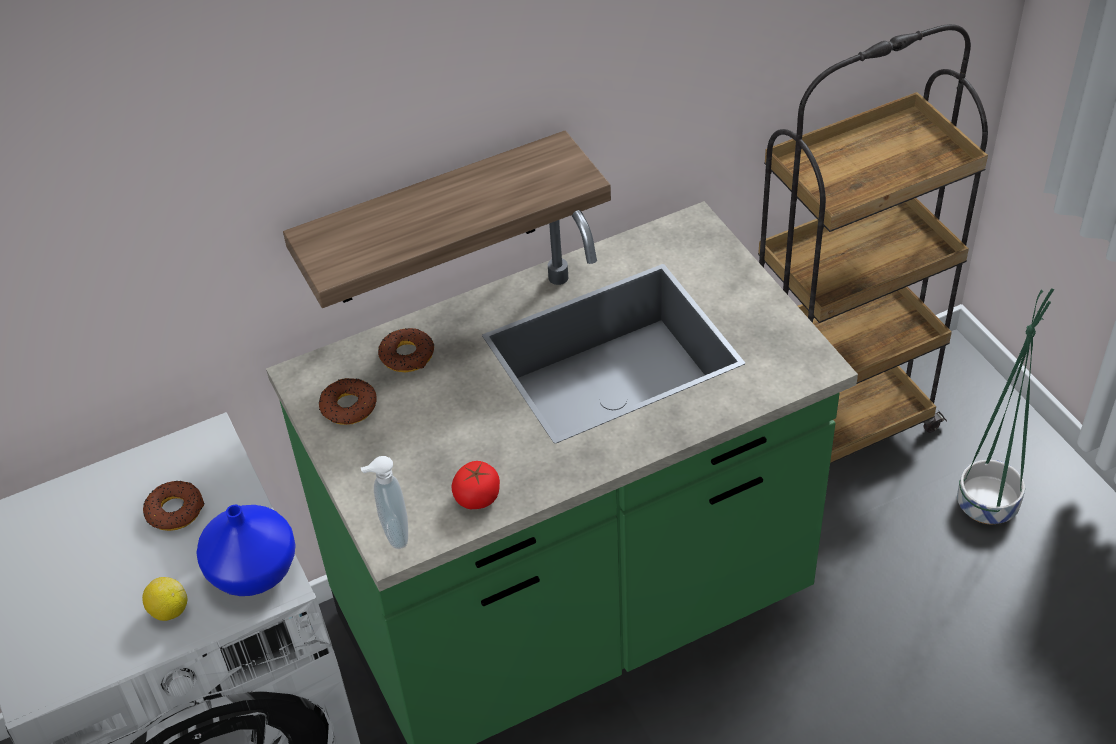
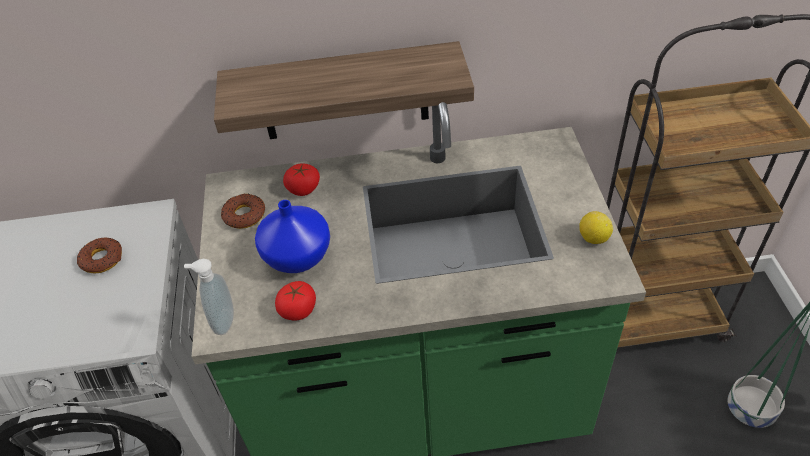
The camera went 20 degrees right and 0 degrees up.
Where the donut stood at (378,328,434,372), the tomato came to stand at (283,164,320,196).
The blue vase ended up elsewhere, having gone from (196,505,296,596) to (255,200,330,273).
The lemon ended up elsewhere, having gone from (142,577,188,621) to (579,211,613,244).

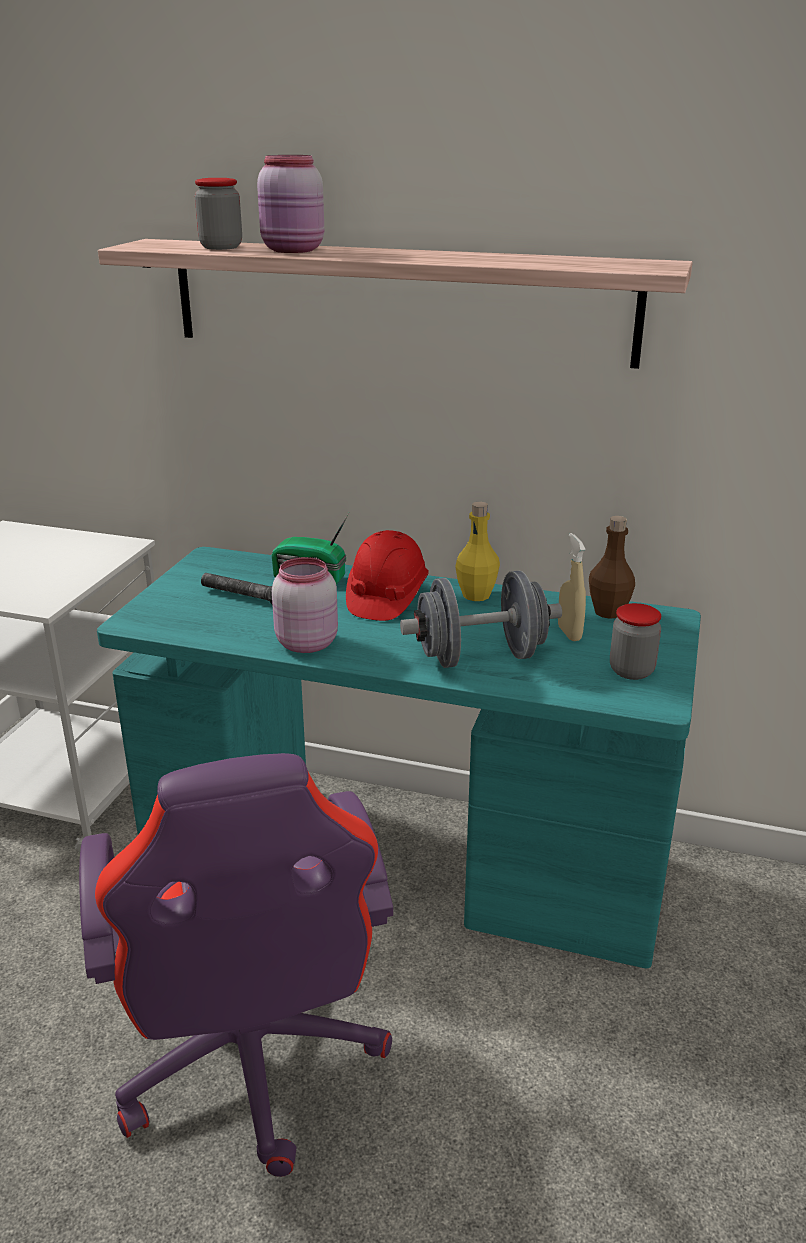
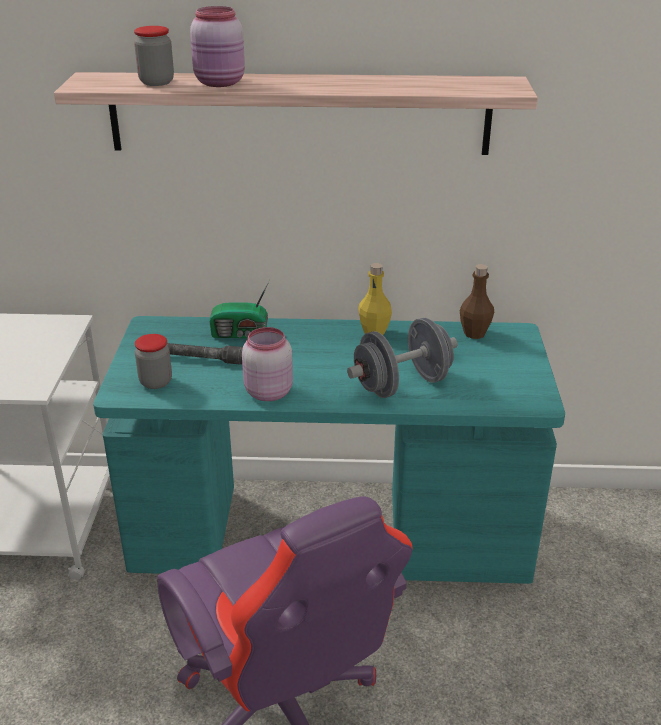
The camera went 15 degrees left and 5 degrees up.
The second view lost the red hard hat at (346,530,429,621).
The second view lost the beige spray bottle at (558,533,586,641).
The jar ended up elsewhere, having gone from (610,603,661,680) to (135,334,172,389).

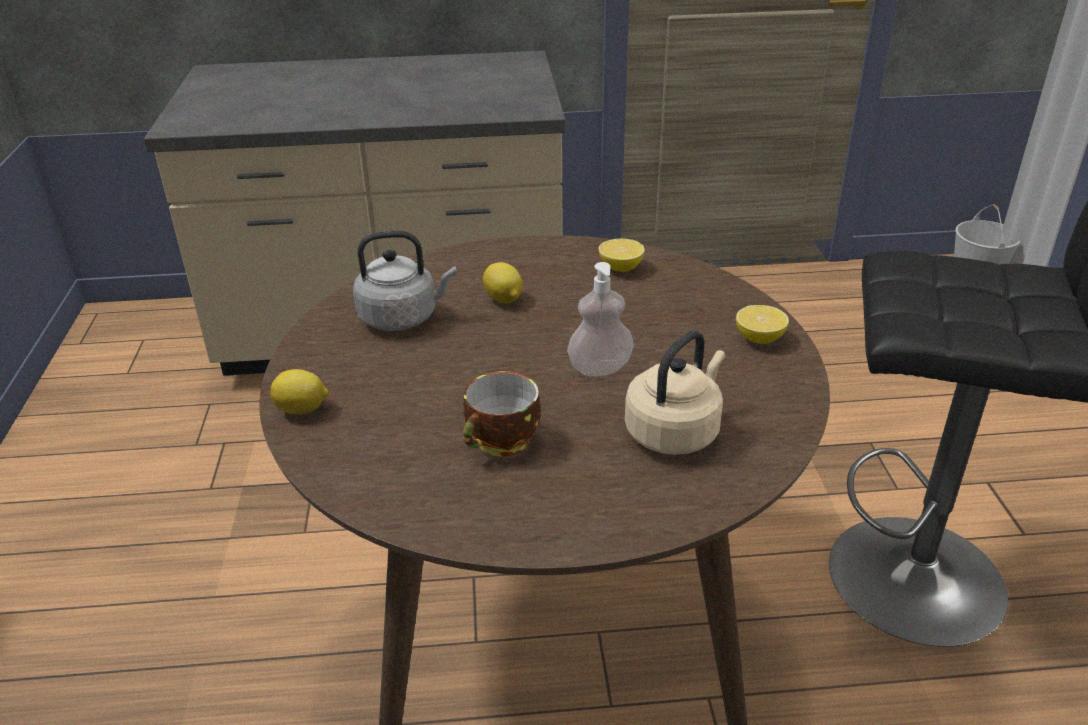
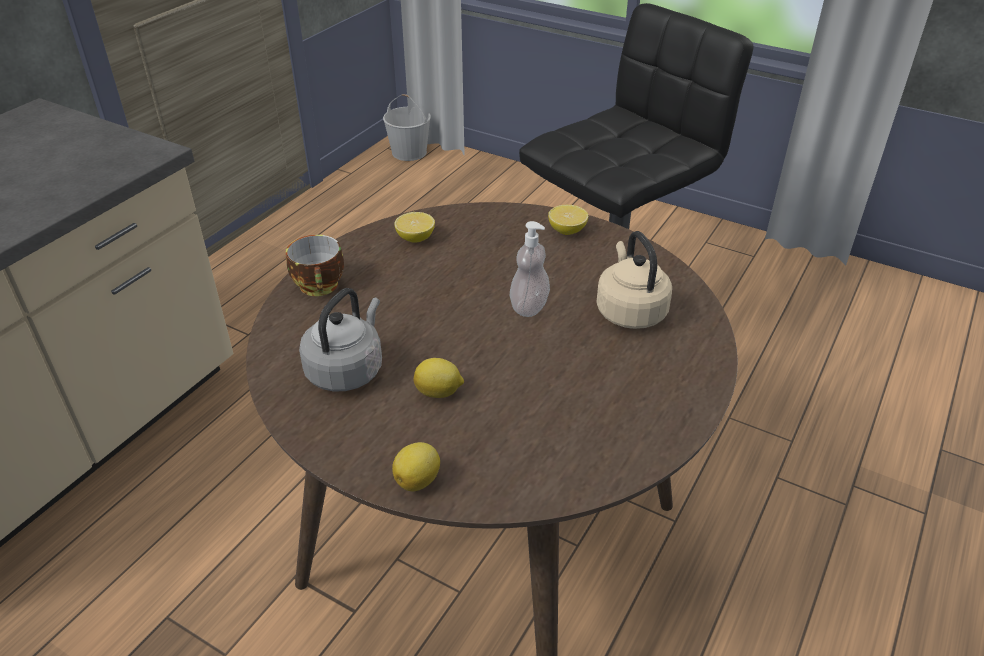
The camera went 55 degrees left and 5 degrees up.
The lemon ended up elsewhere, having gone from (482,262,523,303) to (413,358,464,398).
The cup ended up elsewhere, having gone from (463,371,541,457) to (286,235,344,296).

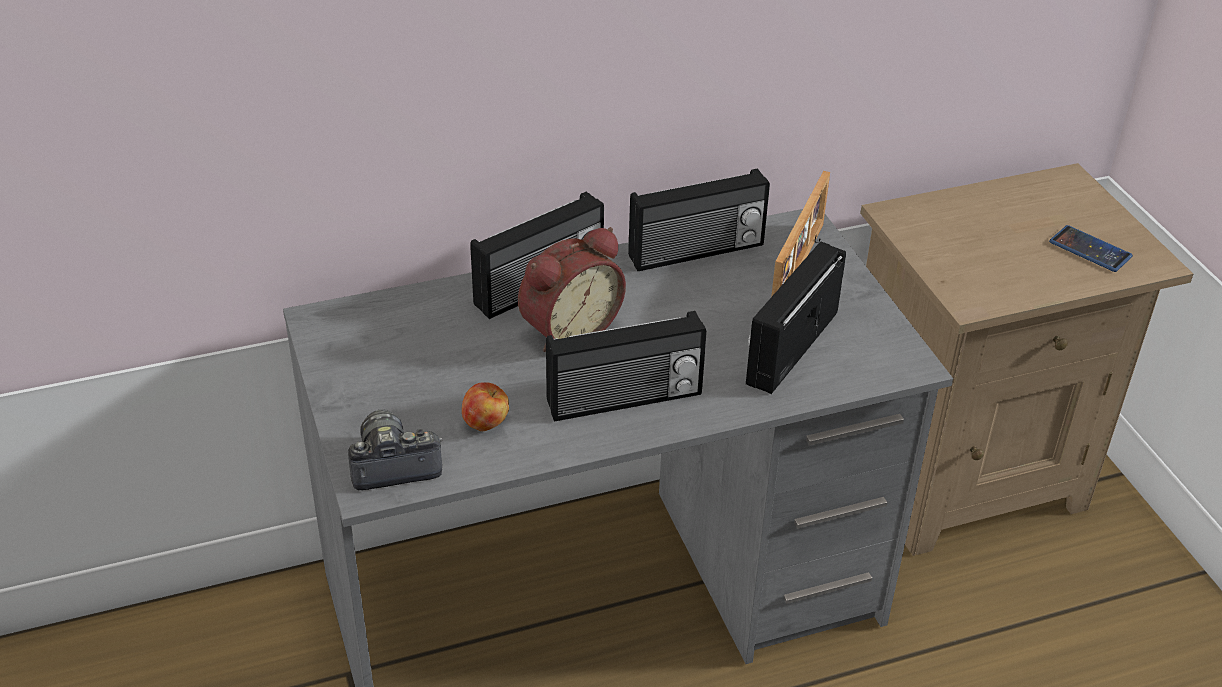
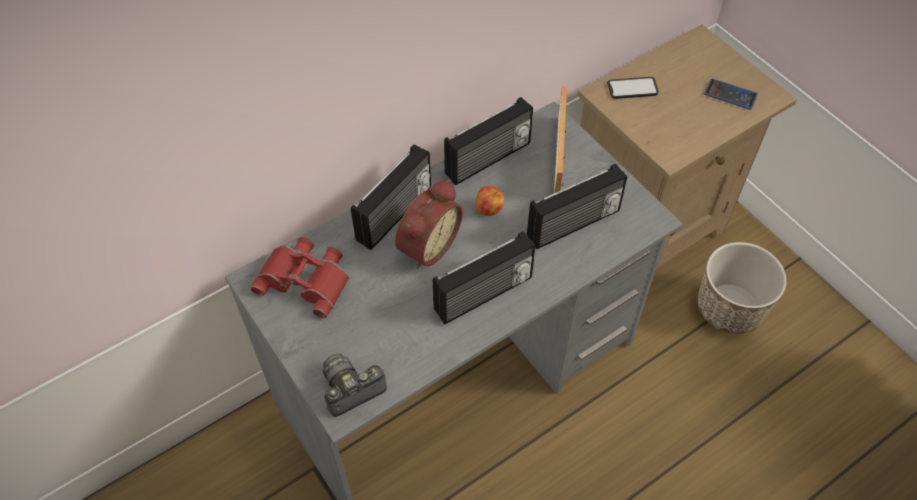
The camera went 15 degrees left and 15 degrees up.
The radio at (746,241,846,394) ended up facing another way, 135 degrees counterclockwise from before.
The apple ended up elsewhere, having gone from (462,382,509,431) to (476,185,504,216).
The second view gained the phone at (607,77,659,99).
The second view gained the red binoculars at (250,237,350,318).
The second view gained the planter at (698,242,787,334).

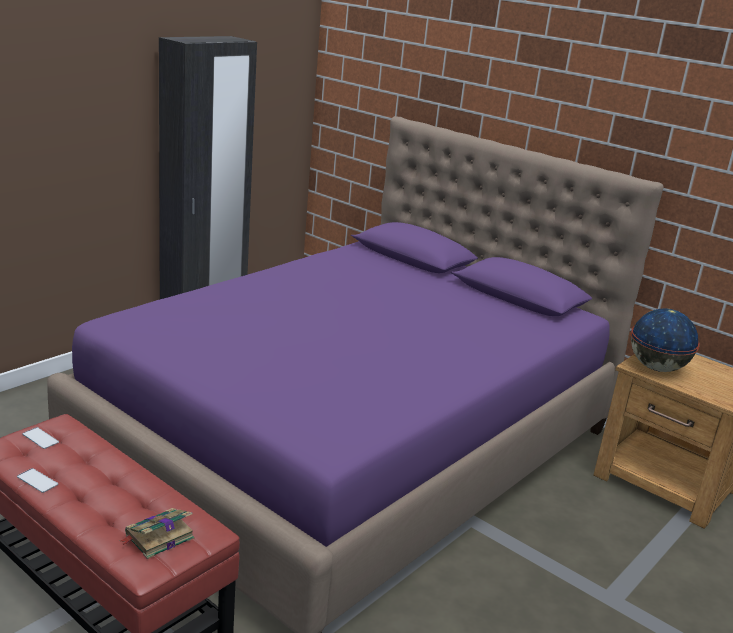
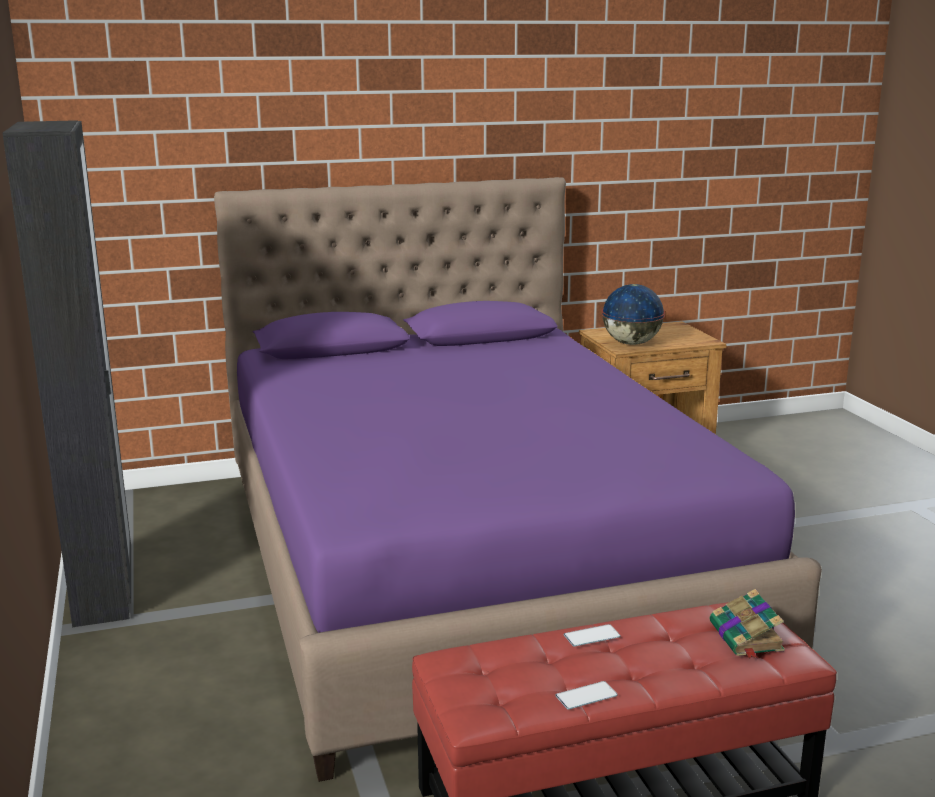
The camera went 55 degrees left and 5 degrees down.
The phone ended up elsewhere, having gone from (22,427,59,449) to (564,624,621,647).

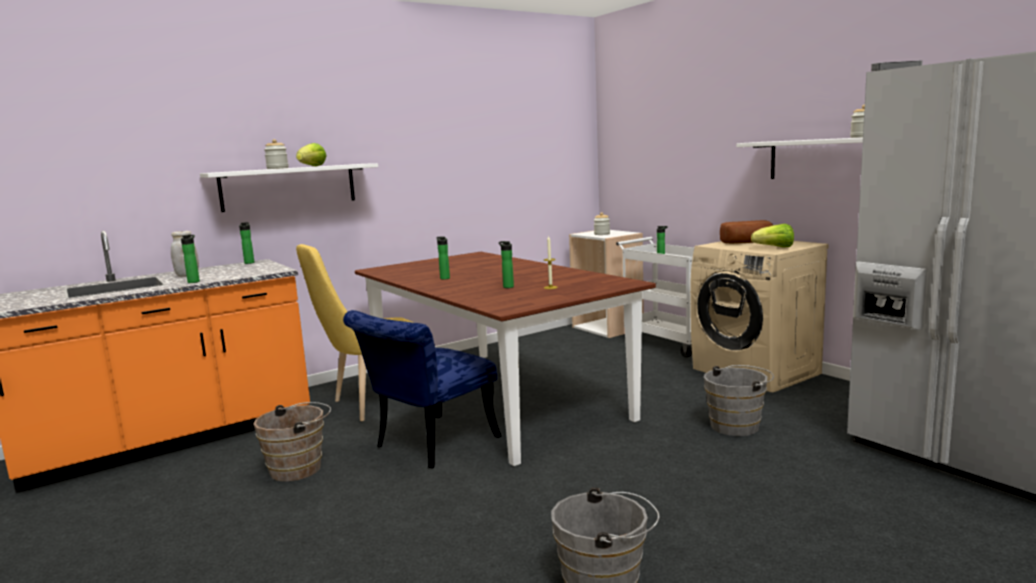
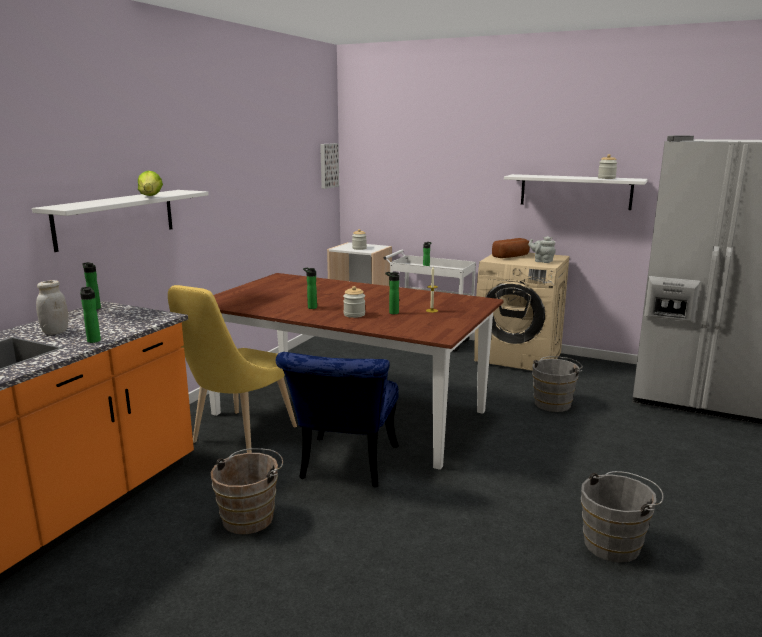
The camera went 30 degrees left and 5 degrees up.
The jar ended up elsewhere, having gone from (264,139,289,169) to (343,286,365,318).
Where the lettuce stood at (751,224,794,248), the grey teapot came to stand at (528,236,556,263).
The second view gained the picture at (320,143,339,189).

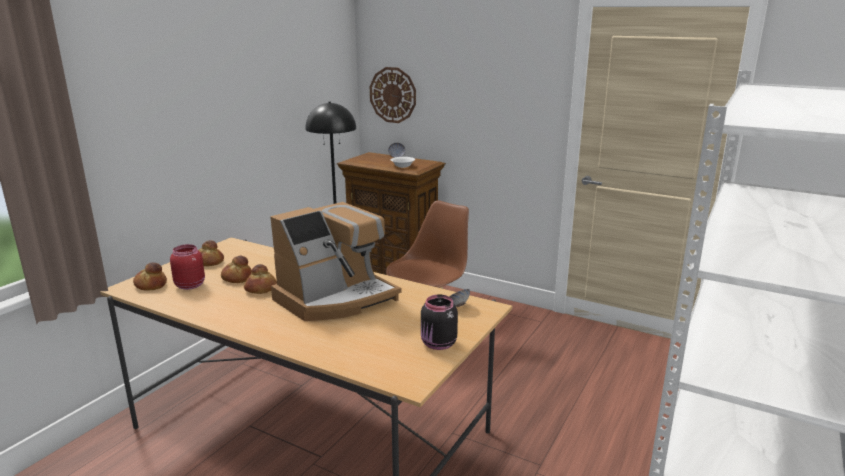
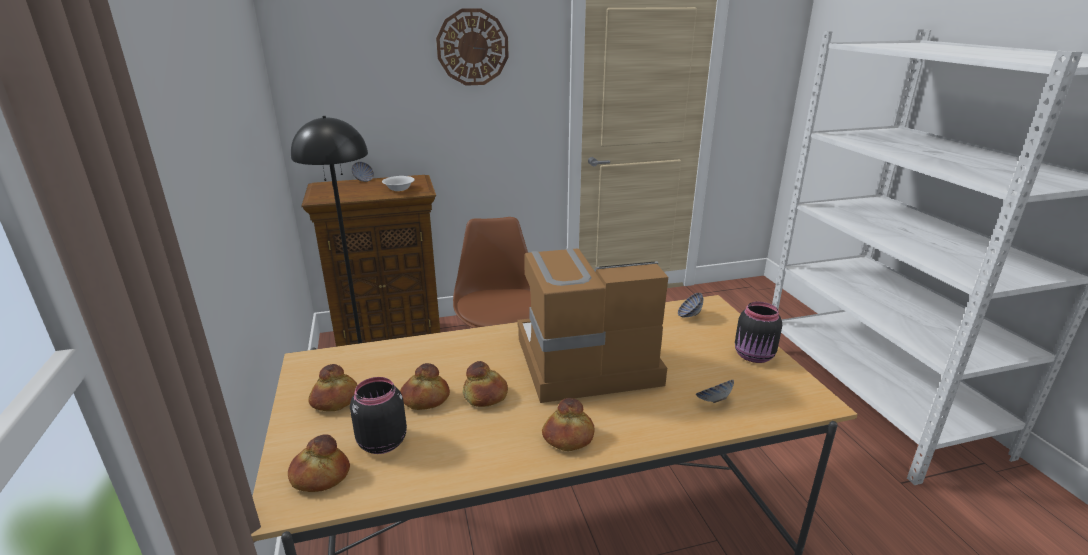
The camera went 45 degrees left and 5 degrees up.
The wall clock ended up elsewhere, having gone from (370,67,416,123) to (436,8,509,86).
The coffee machine at (270,202,401,321) ended up facing another way, 105 degrees counterclockwise from before.
What was the red jar at (170,244,205,290) turned into the black jar at (350,377,407,454).
The second view gained the bowl at (696,380,734,403).
The second view gained the bread at (542,398,595,451).

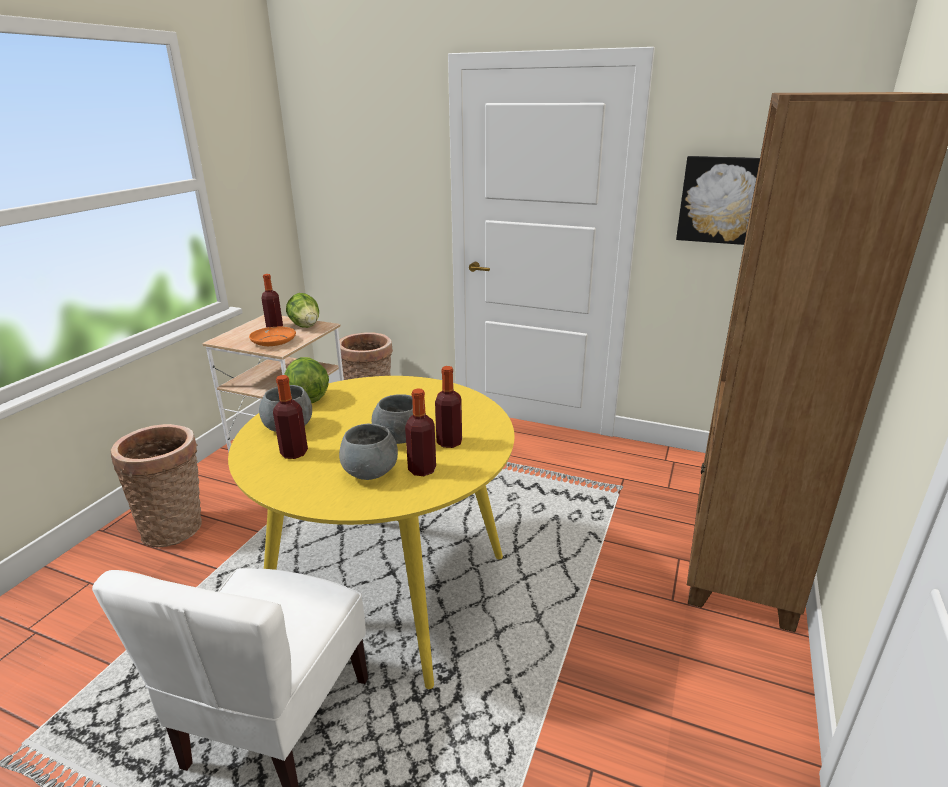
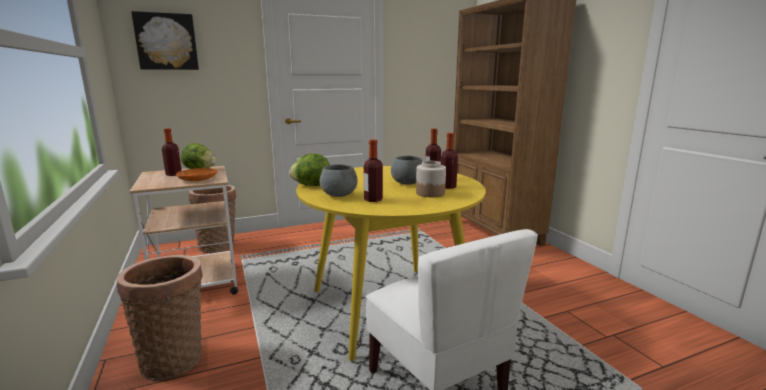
The camera went 45 degrees left and 10 degrees down.
The picture ended up elsewhere, having gone from (676,156,760,245) to (131,11,199,70).
Where the grey bowl stood at (339,424,398,480), the jar came to stand at (416,161,446,197).

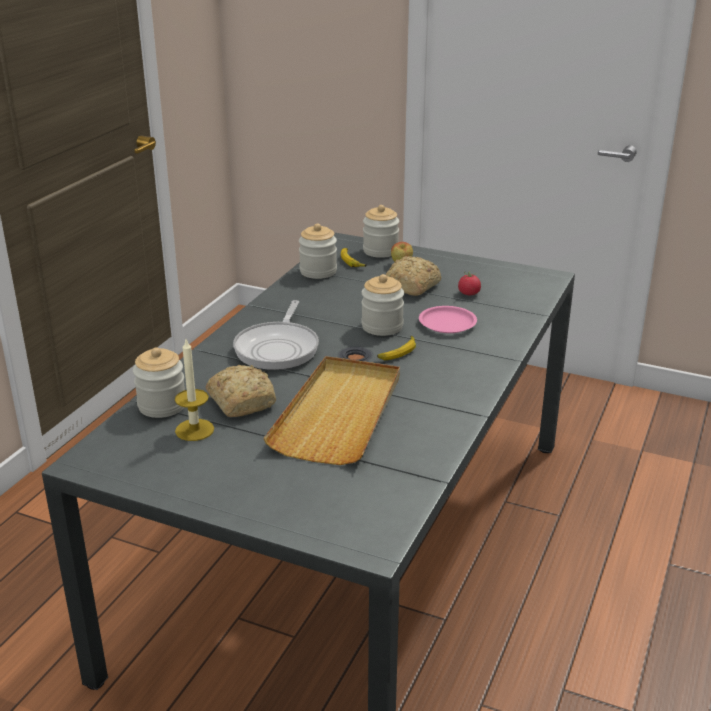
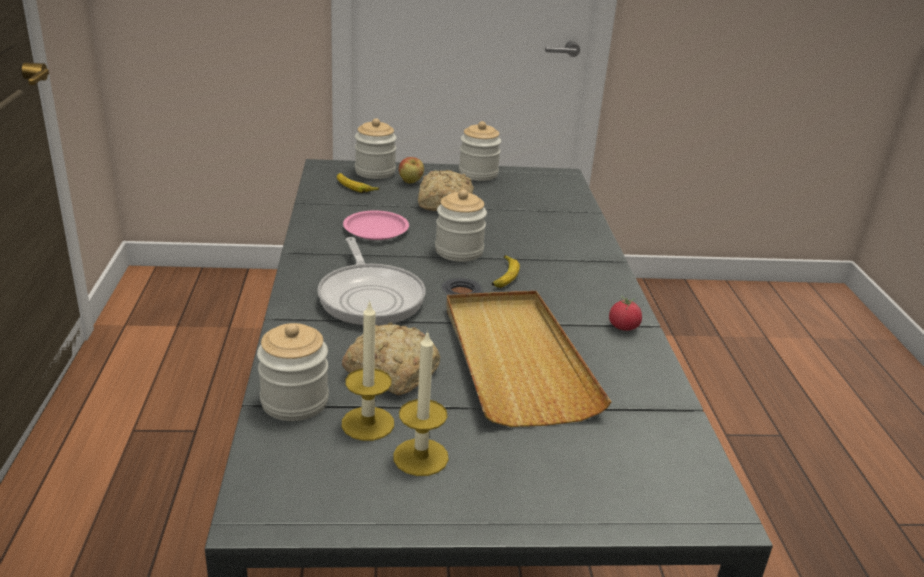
The camera went 30 degrees left and 0 degrees up.
The jar ended up elsewhere, having gone from (299,224,337,279) to (459,121,501,181).
The tomato ended up elsewhere, having gone from (458,271,481,295) to (609,295,642,331).
The pink plate ended up elsewhere, having gone from (419,306,477,333) to (343,210,409,240).
The second view gained the candle at (393,330,449,476).

